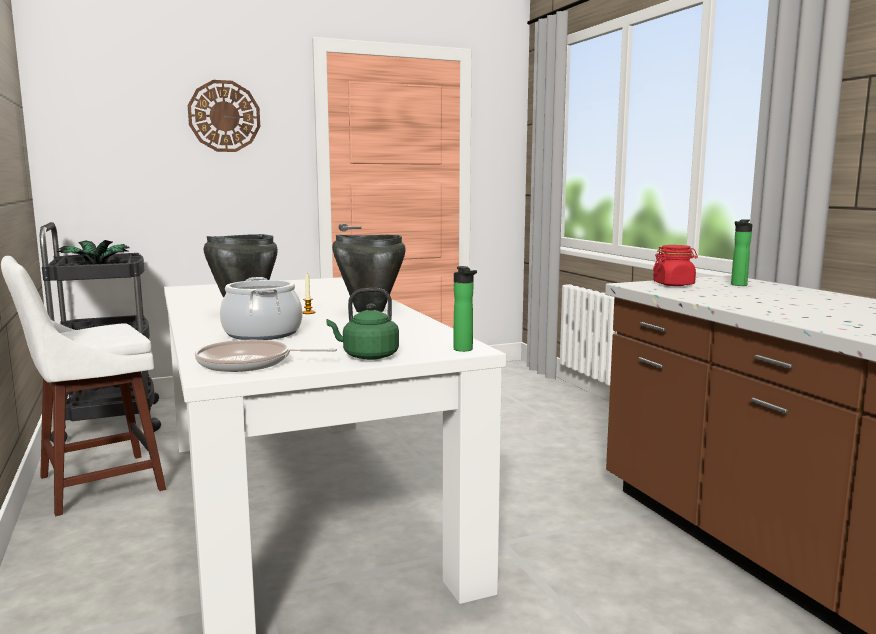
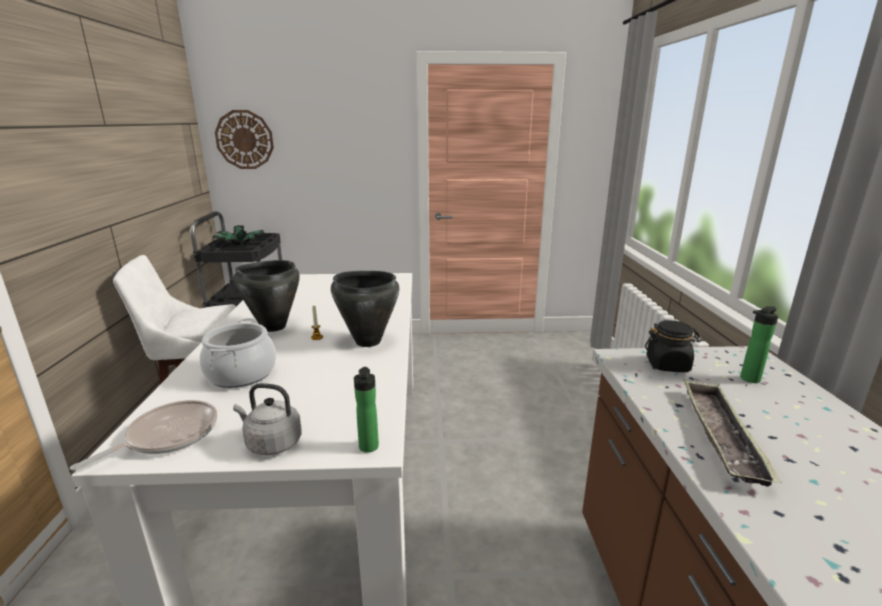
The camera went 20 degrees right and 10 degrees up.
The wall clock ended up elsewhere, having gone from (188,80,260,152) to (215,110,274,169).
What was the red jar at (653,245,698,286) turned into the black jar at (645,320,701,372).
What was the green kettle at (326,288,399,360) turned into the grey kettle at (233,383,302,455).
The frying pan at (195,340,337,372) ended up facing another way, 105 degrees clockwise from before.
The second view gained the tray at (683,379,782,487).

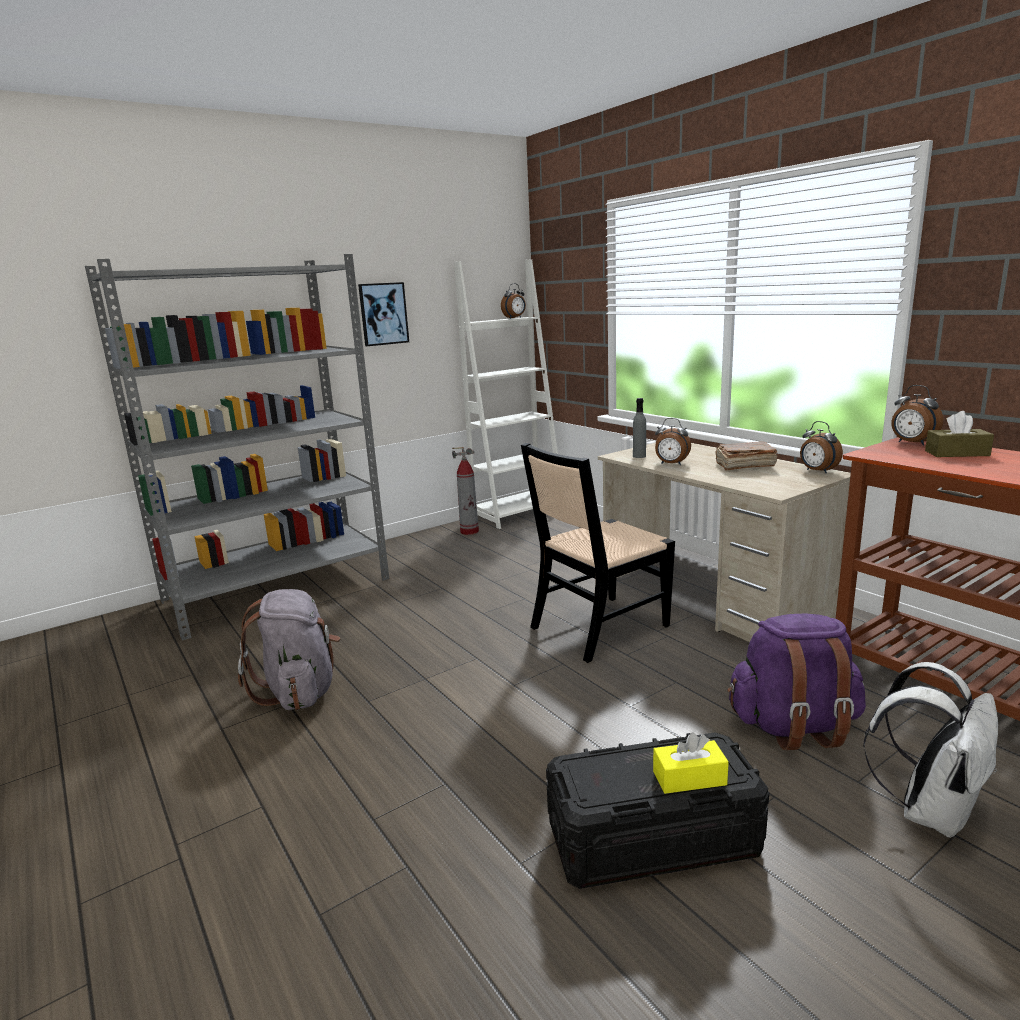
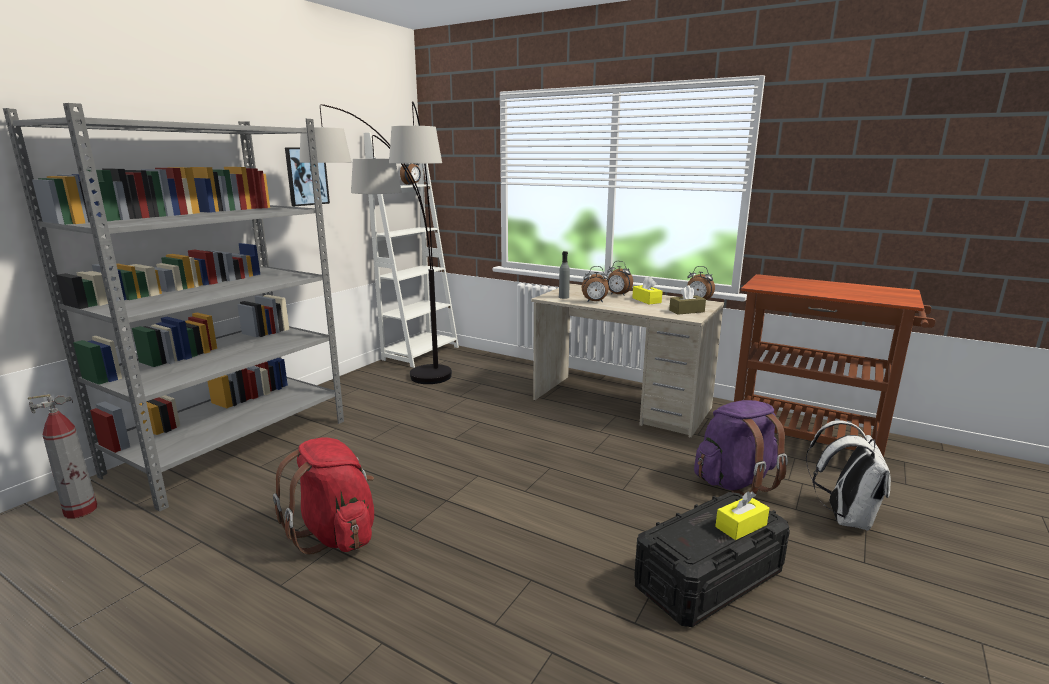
The camera went 25 degrees left and 0 degrees up.
The alarm clock ended up elsewhere, having gone from (892,385,943,445) to (607,261,633,296).
The brown tissue box ended up elsewhere, having gone from (925,411,994,457) to (669,285,706,315).
Where the brown book stood at (716,441,777,470), the yellow tissue box came to stand at (632,276,663,305).
The second view lost the chair at (521,443,675,663).
The fire extinguisher ended up elsewhere, having gone from (452,447,479,535) to (28,394,97,518).
What was the grey backpack at (238,589,341,710) turned into the red backpack at (273,438,374,554).
The second view gained the floor lamp at (300,101,452,384).

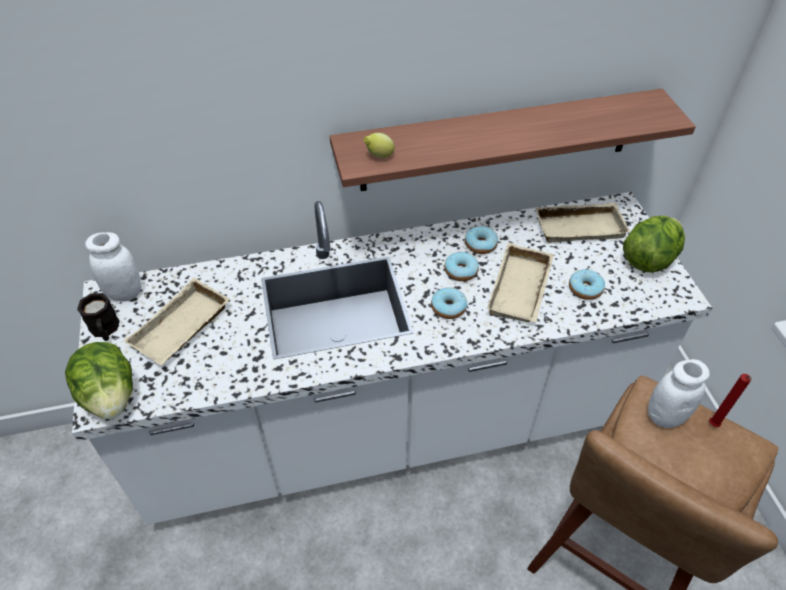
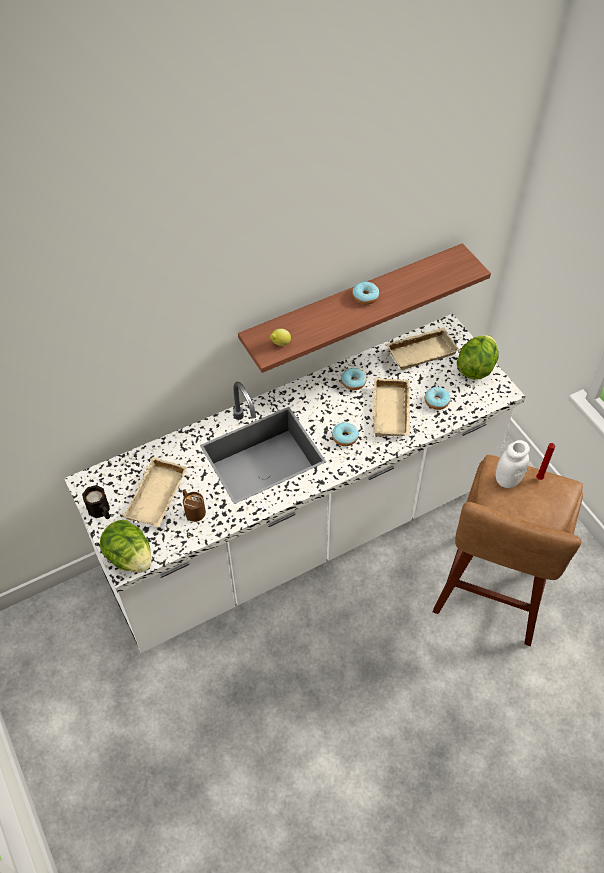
The camera went 15 degrees left and 5 degrees up.
The second view lost the white jar at (85,232,141,302).
The donut ended up elsewhere, having gone from (444,252,479,281) to (352,282,379,305).
The second view gained the brown mug at (183,490,206,522).

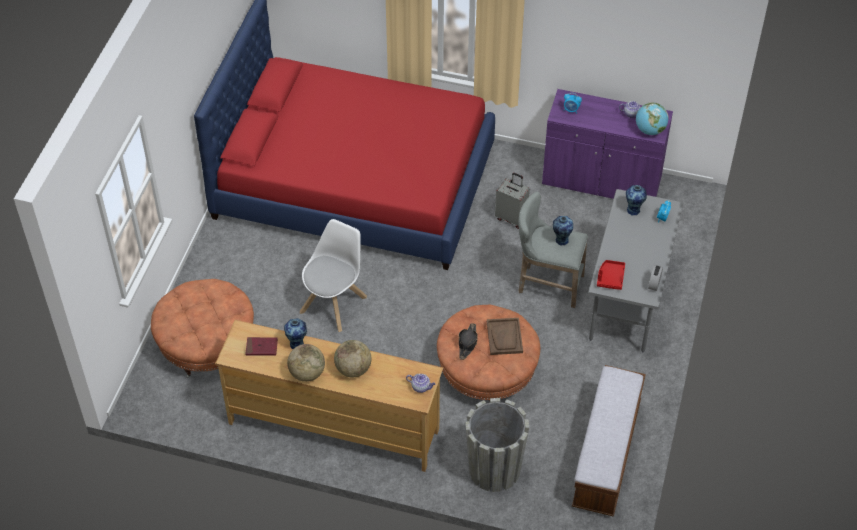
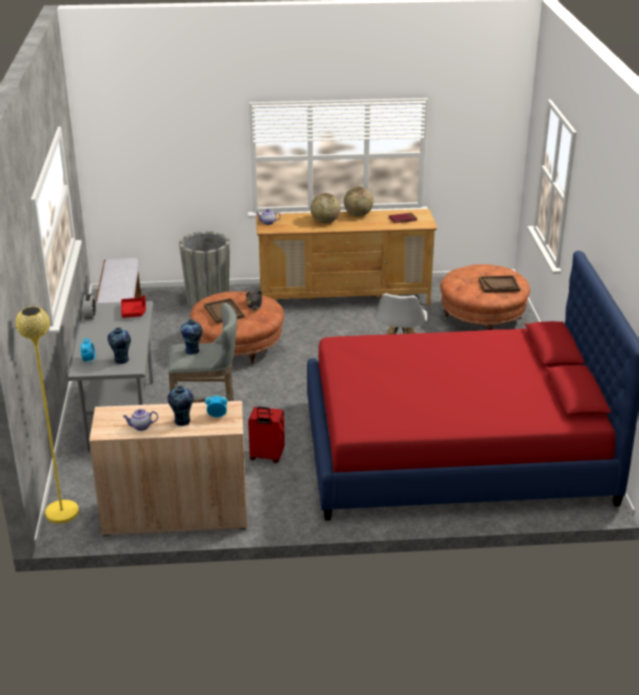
The camera went 160 degrees right and 20 degrees down.
What was the purple cabinet at (542,89,673,199) turned into the beige cabinet at (89,401,247,537).
The second view lost the globe at (636,102,669,135).
What was the grey suitcase at (495,173,530,229) turned into the red suitcase at (248,406,285,463).
The vase ended up elsewhere, having gone from (284,318,307,349) to (167,386,194,426).
The second view gained the brown tray at (479,275,520,293).
The second view gained the yellow floor lamp at (16,306,79,524).

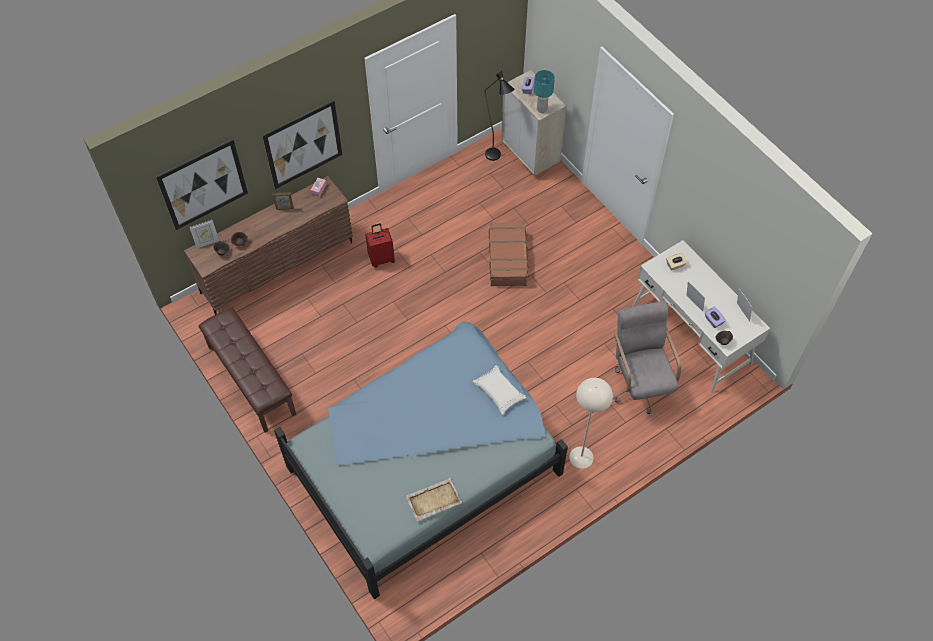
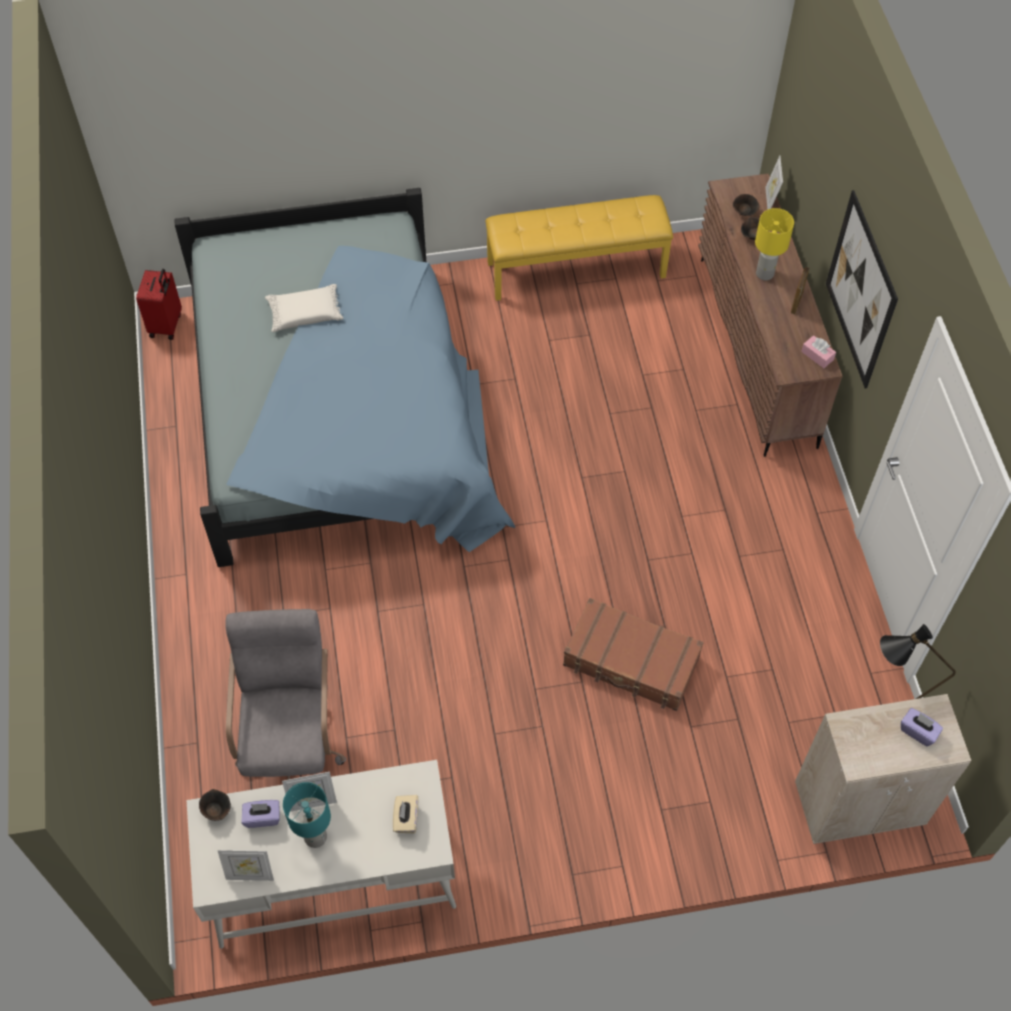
The camera went 115 degrees right and 0 degrees up.
The turquoise table lamp ended up elsewhere, having gone from (534,70,555,113) to (283,782,331,848).
The second view lost the picture at (156,139,248,230).
The red suitcase ended up elsewhere, having gone from (365,223,395,267) to (136,269,182,340).
The grey office chair at (614,301,681,414) ended up facing another way, 105 degrees counterclockwise from before.
What was the brown bench at (199,307,296,433) turned into the yellow bench at (485,195,673,301).
The white pillow ended up elsewhere, having gone from (473,365,527,415) to (265,284,343,332).
The second view lost the beige floor lamp at (569,378,613,469).
The second view lost the beige tray at (406,478,462,521).
The second view gained the yellow table lamp at (755,208,794,280).

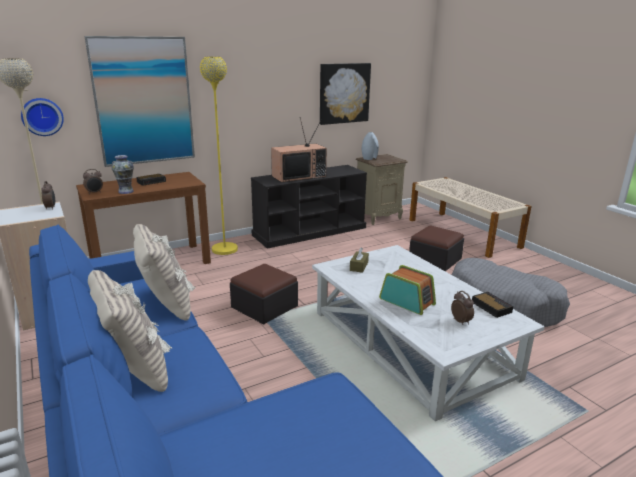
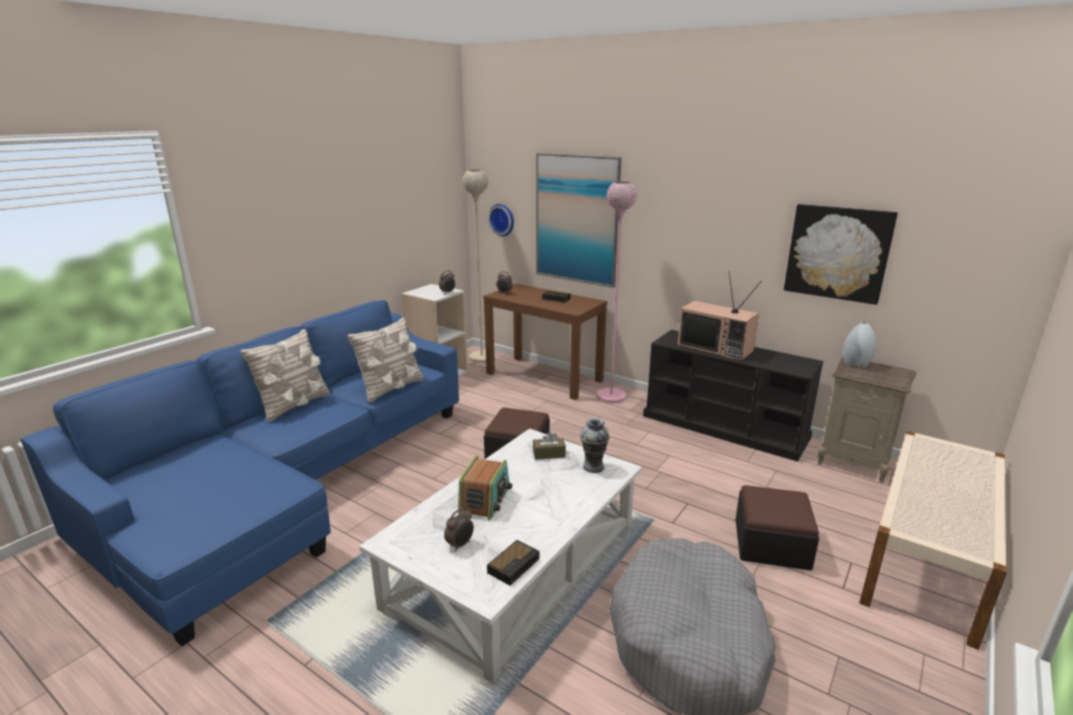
The camera went 65 degrees right and 0 degrees up.
What was the yellow floor lamp at (200,57,238,255) turned into the pink floor lamp at (597,181,637,403).
The vase ended up elsewhere, having gone from (112,155,134,194) to (580,417,609,473).

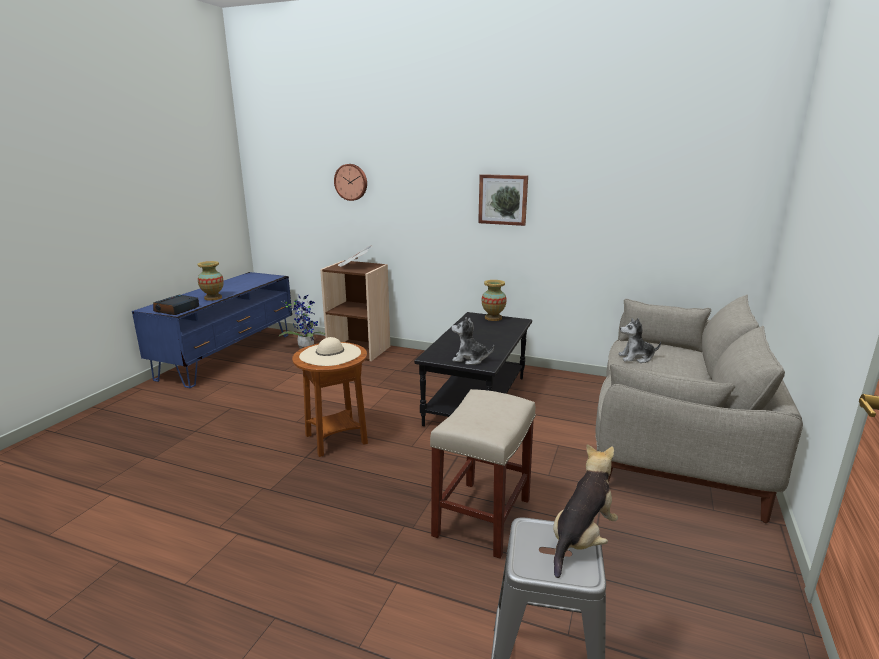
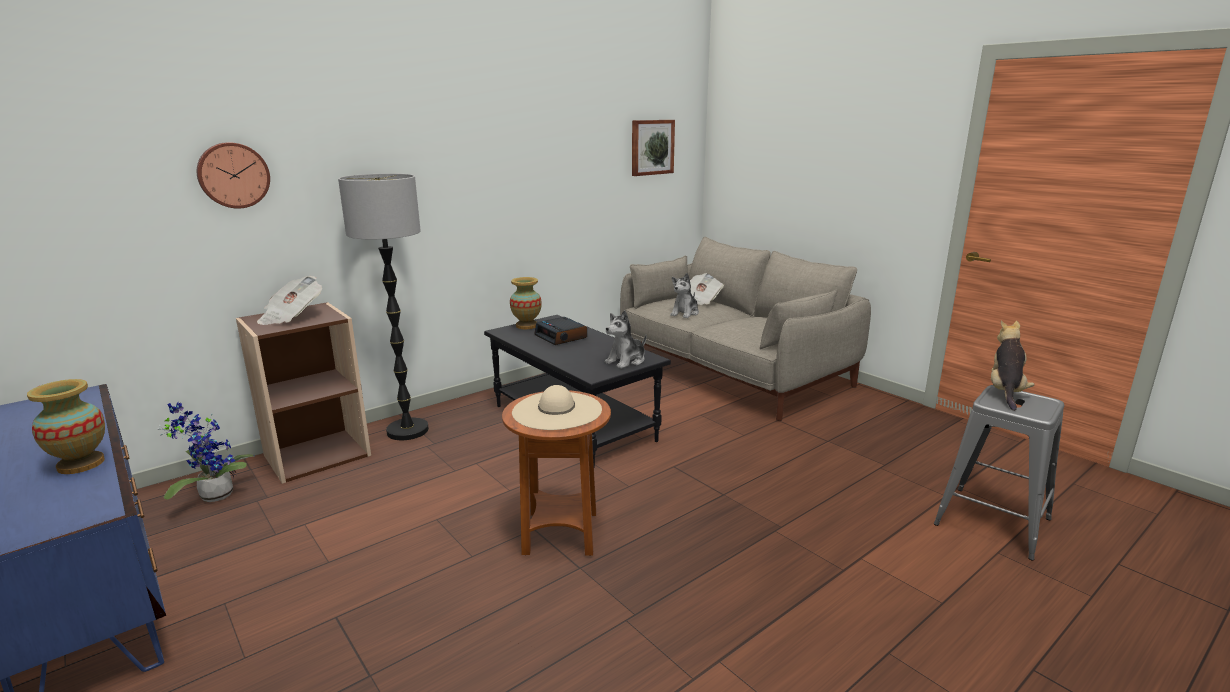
The camera went 60 degrees left and 0 degrees up.
The picture ended up elsewhere, having gone from (478,174,528,226) to (632,120,675,176).
The alarm clock ended up elsewhere, having gone from (153,295,199,315) to (535,317,587,345).
The second view lost the beige stool at (430,389,536,559).
The plush toy at (553,444,618,578) ended up facing another way, 45 degrees clockwise from before.
The second view gained the floor lamp at (338,174,429,440).
The second view gained the newspaper at (690,273,724,305).

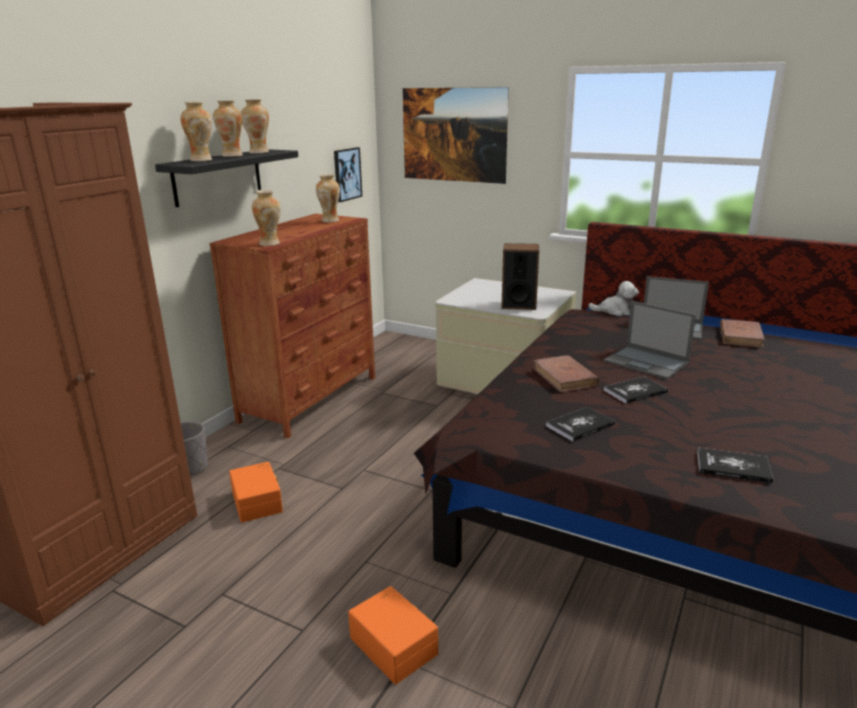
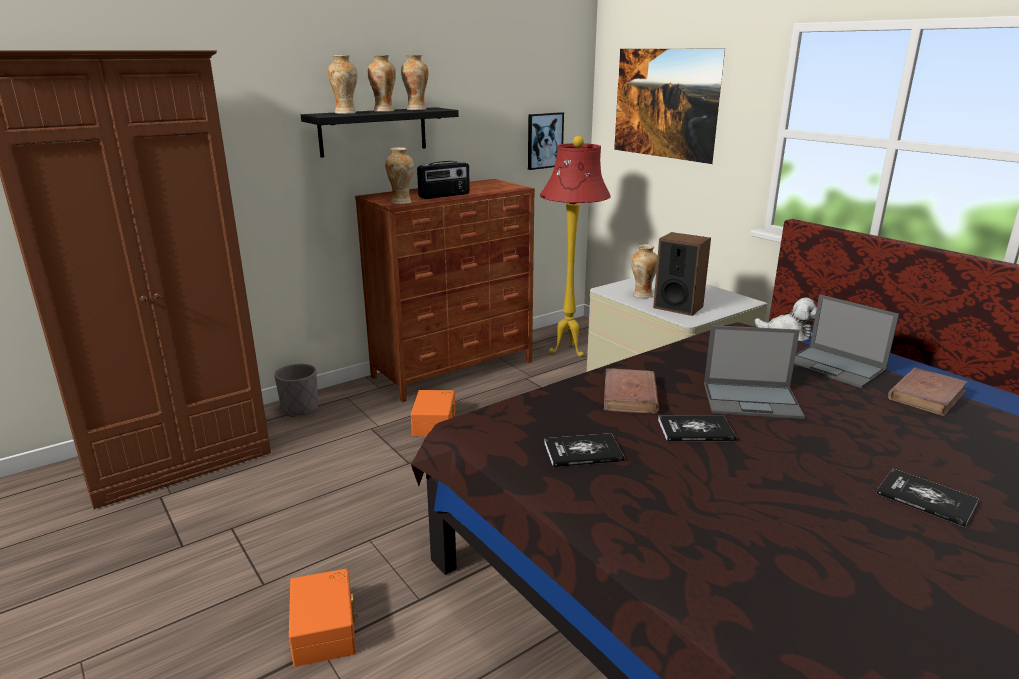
The camera went 25 degrees right and 0 degrees up.
The vase ended up elsewhere, having gone from (316,174,340,223) to (631,244,658,298).
The laptop at (604,301,696,379) ended up facing another way, 60 degrees counterclockwise from before.
The book ended up elsewhere, having gone from (697,447,773,483) to (876,469,979,527).
The orange storage box ended up elsewhere, having gone from (229,462,283,523) to (411,390,456,436).
The second view gained the red floor lamp at (540,136,611,357).
The second view gained the radio at (417,161,470,199).

